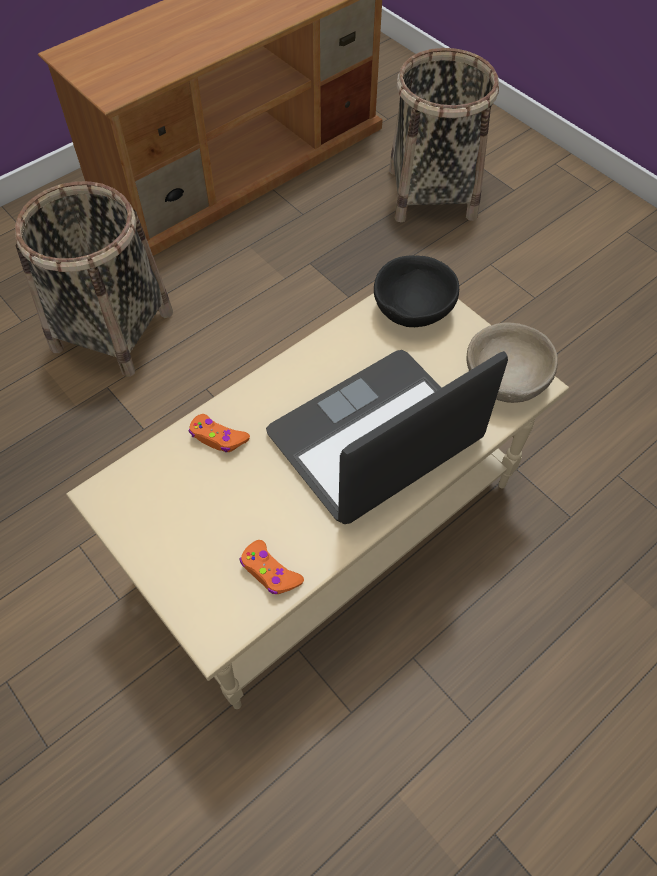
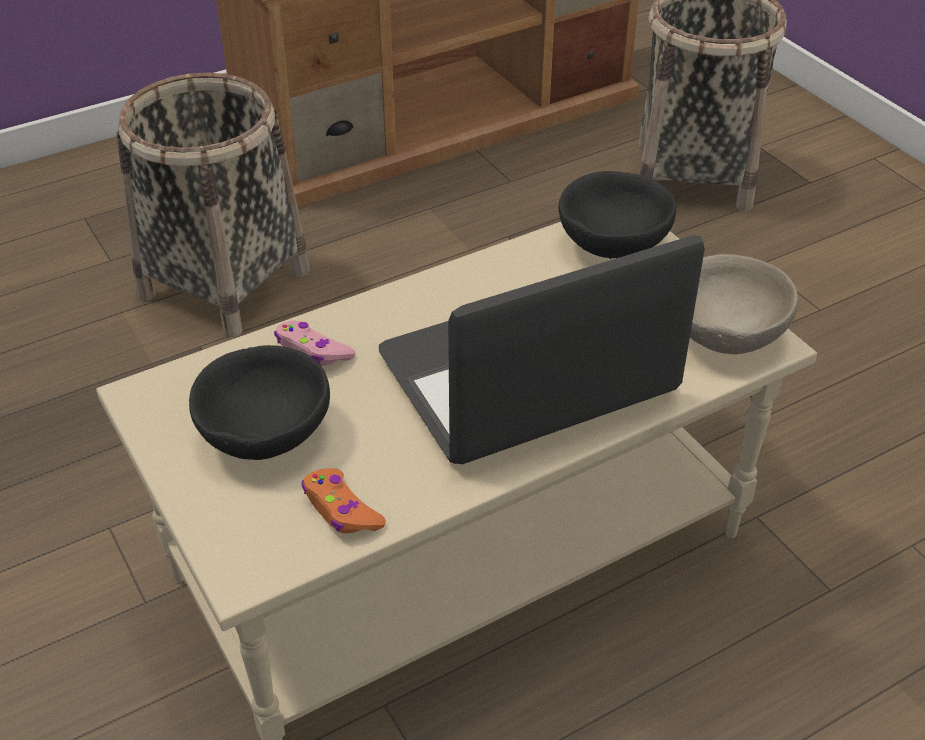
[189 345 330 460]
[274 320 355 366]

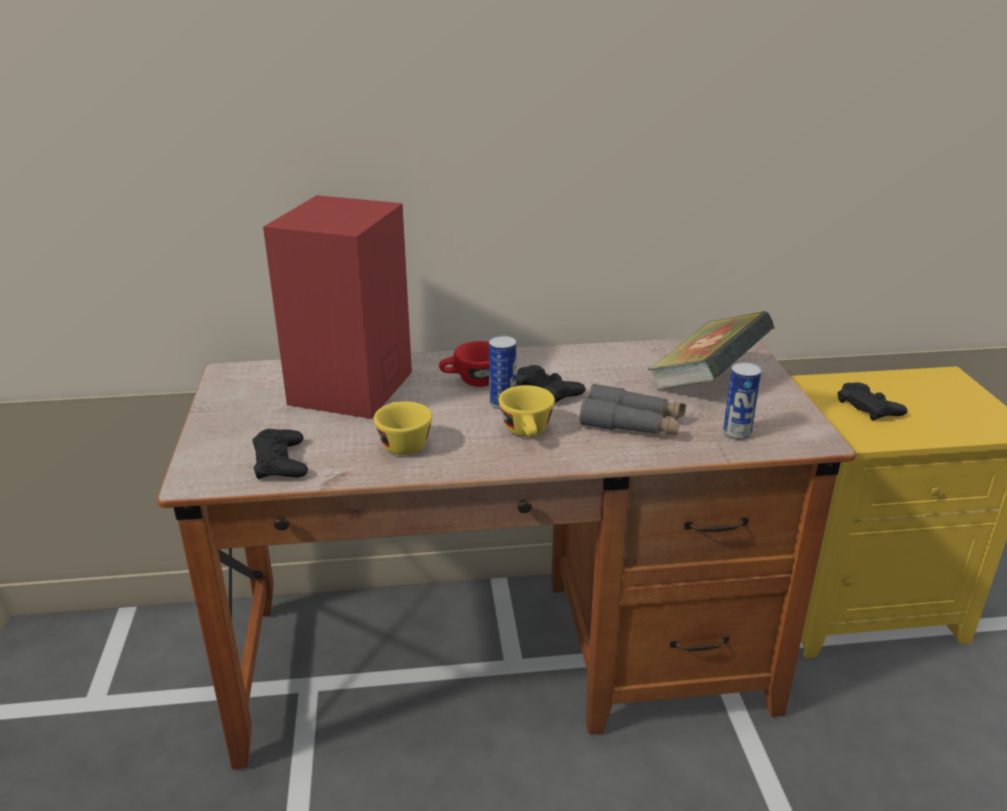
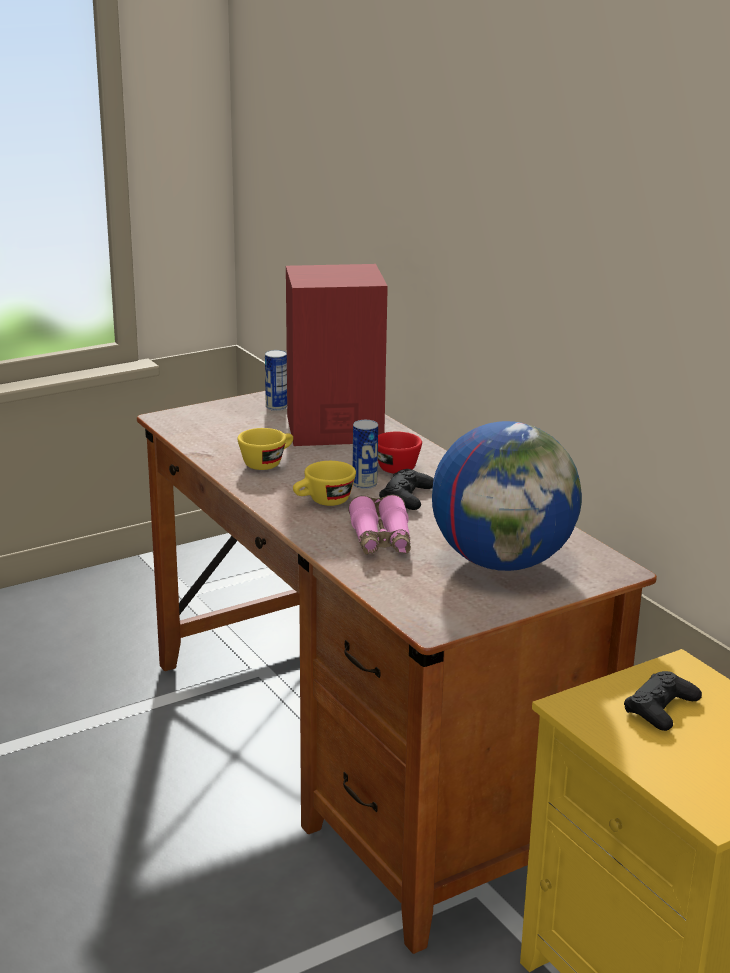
[252 429 308 480] (first image)
[265 350 287 411]
[432 421 582 571]
[348 495 411 555]

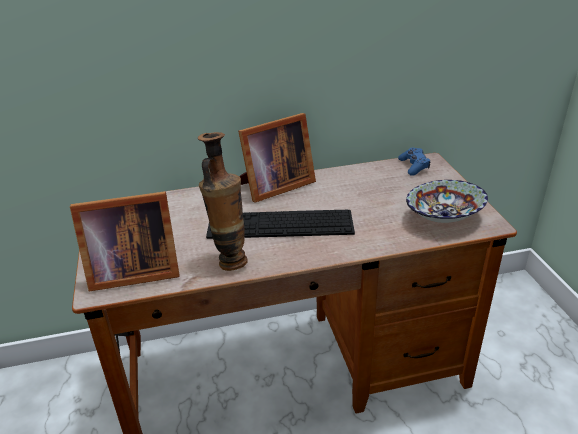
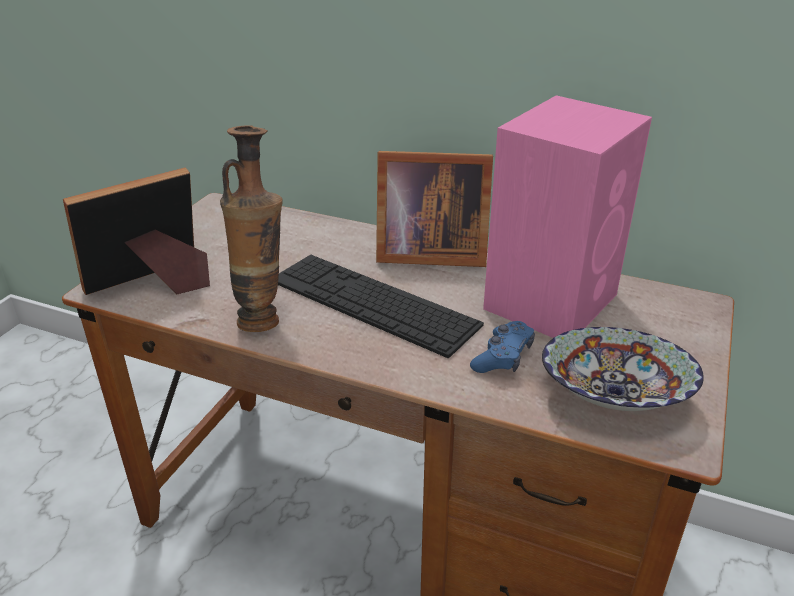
[483 95 652 338]
[470 321 535 373]
[63 168 210 295]

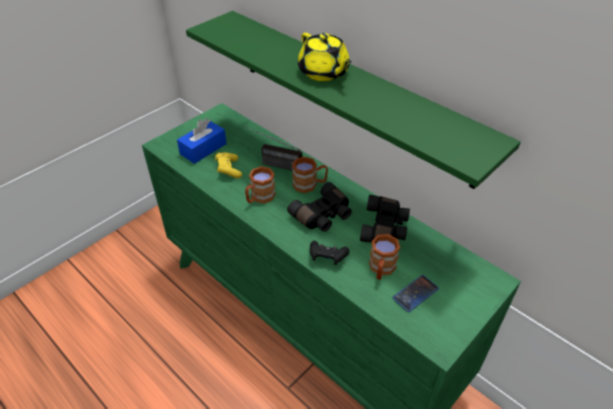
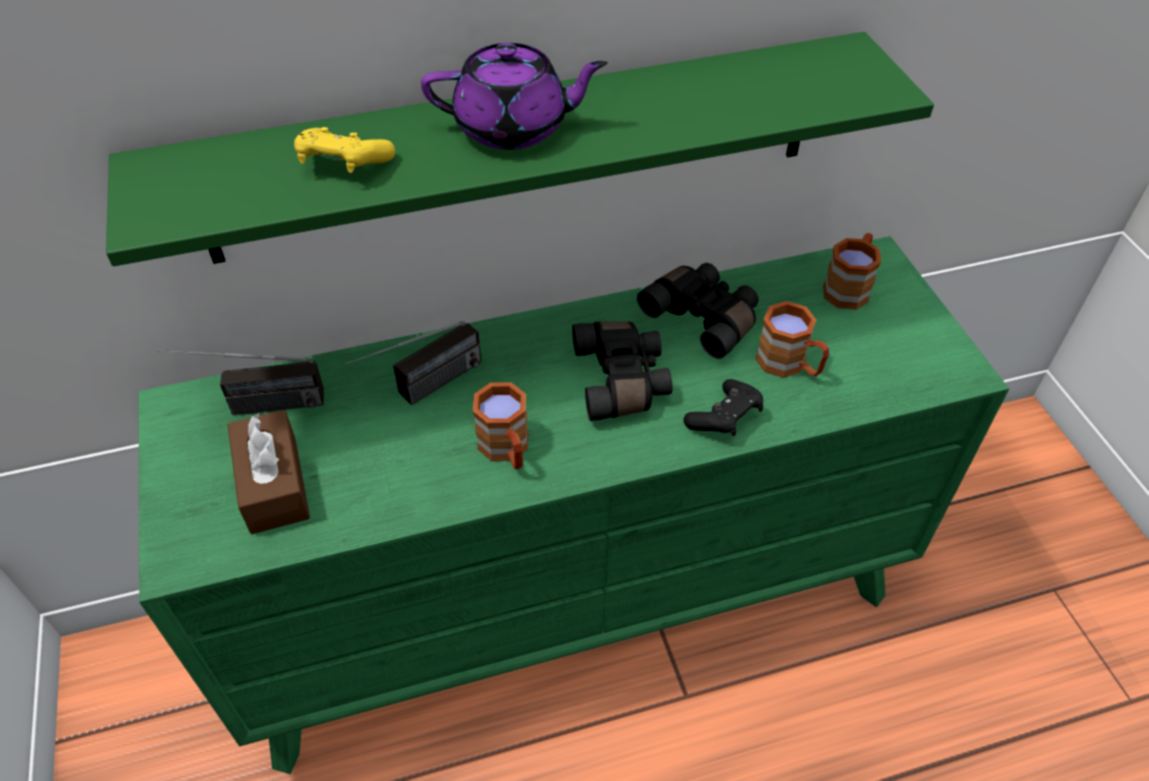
[392 275 439 312] (first image)
[158 349 324 415]
[294 127 395 173]
[823 233 881 310]
[227 410 310 534]
[421 43 608 150]

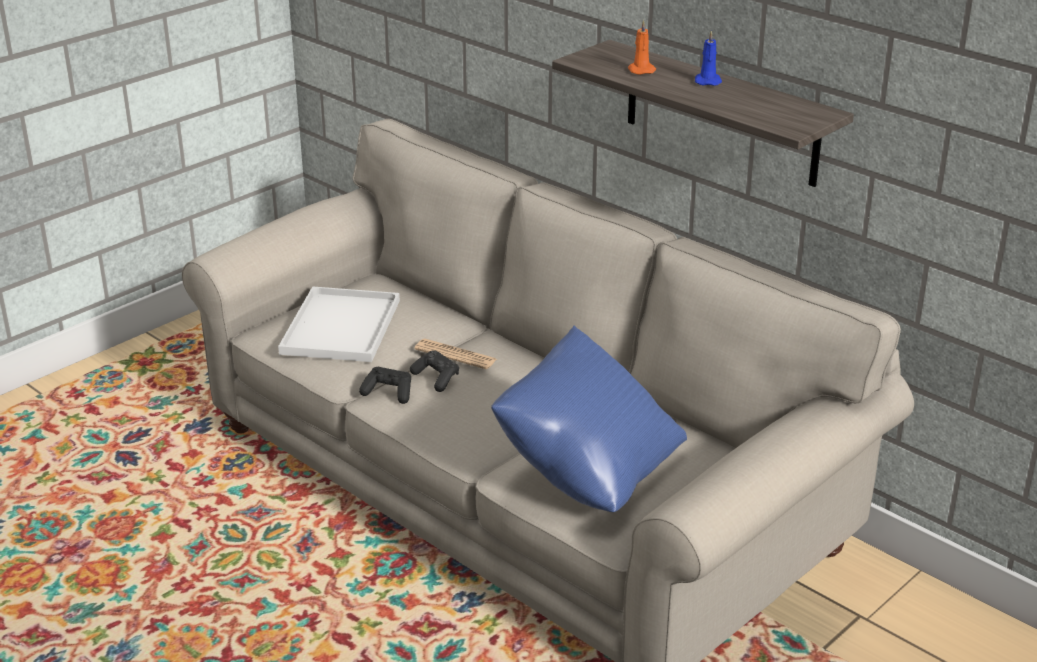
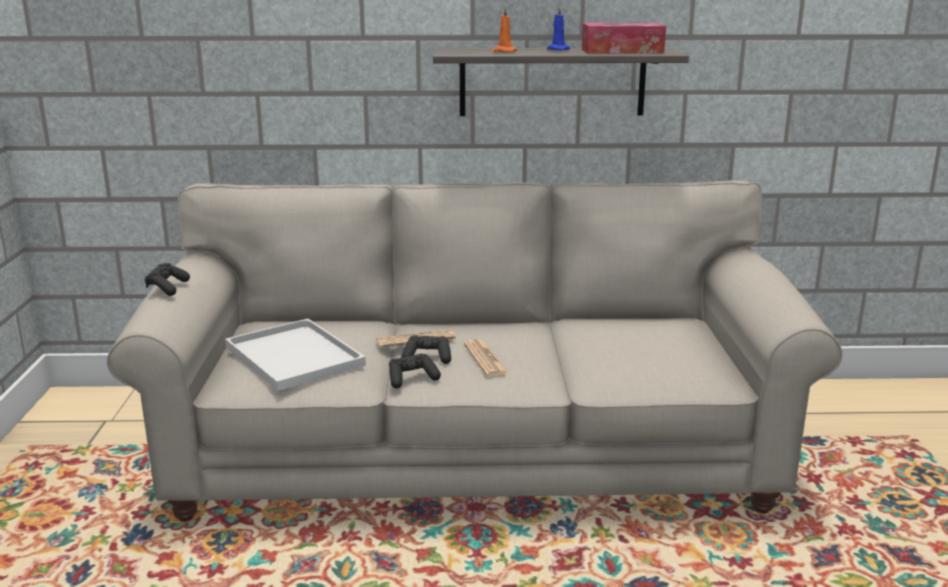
[491 325 687 512] (first image)
[145 263 190 296]
[464 339 509 377]
[582 23 666 54]

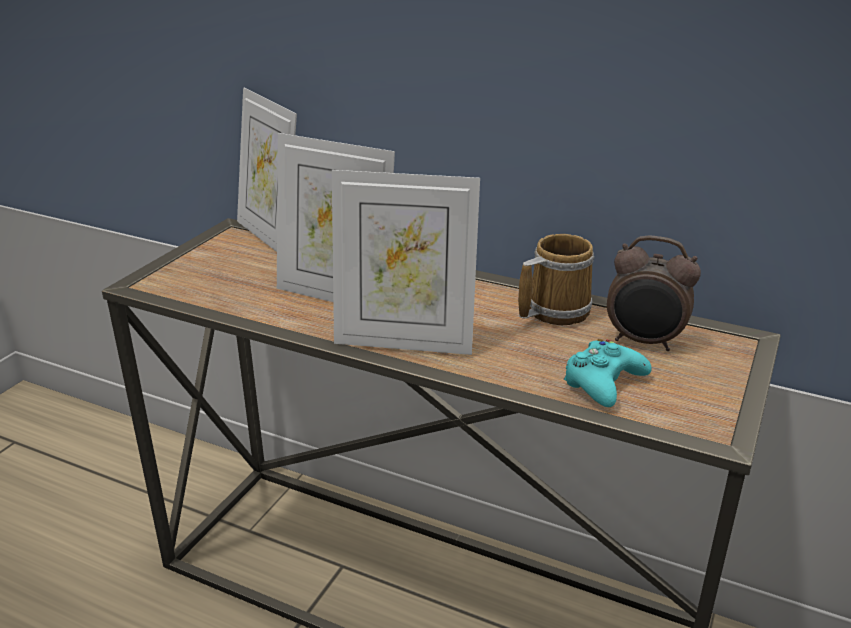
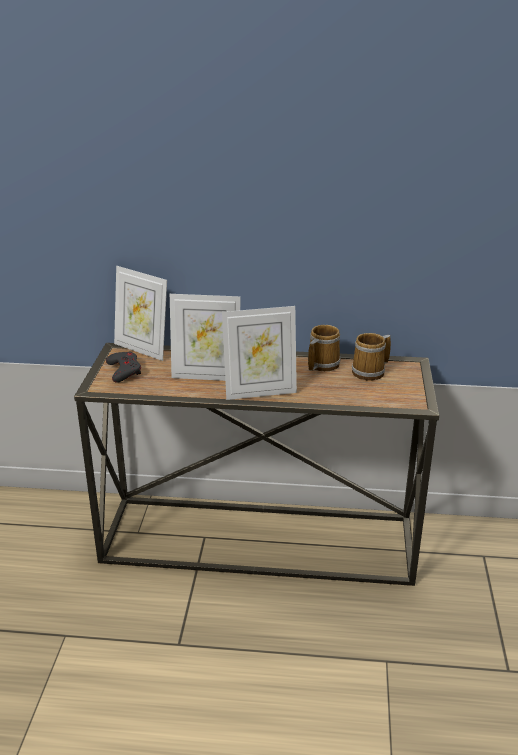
[564 339 651 407] (first image)
[106 351 141 383]
[352 333 391 381]

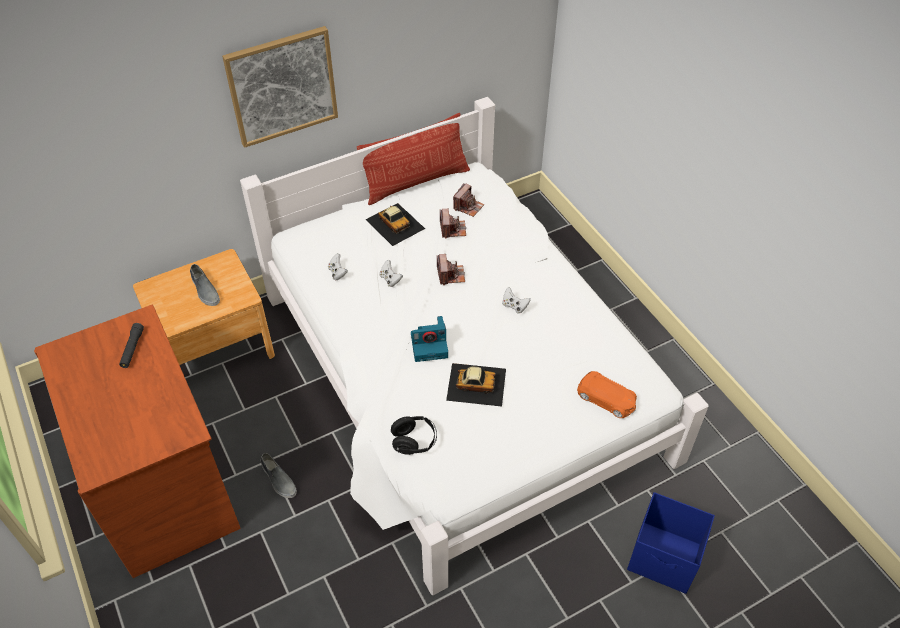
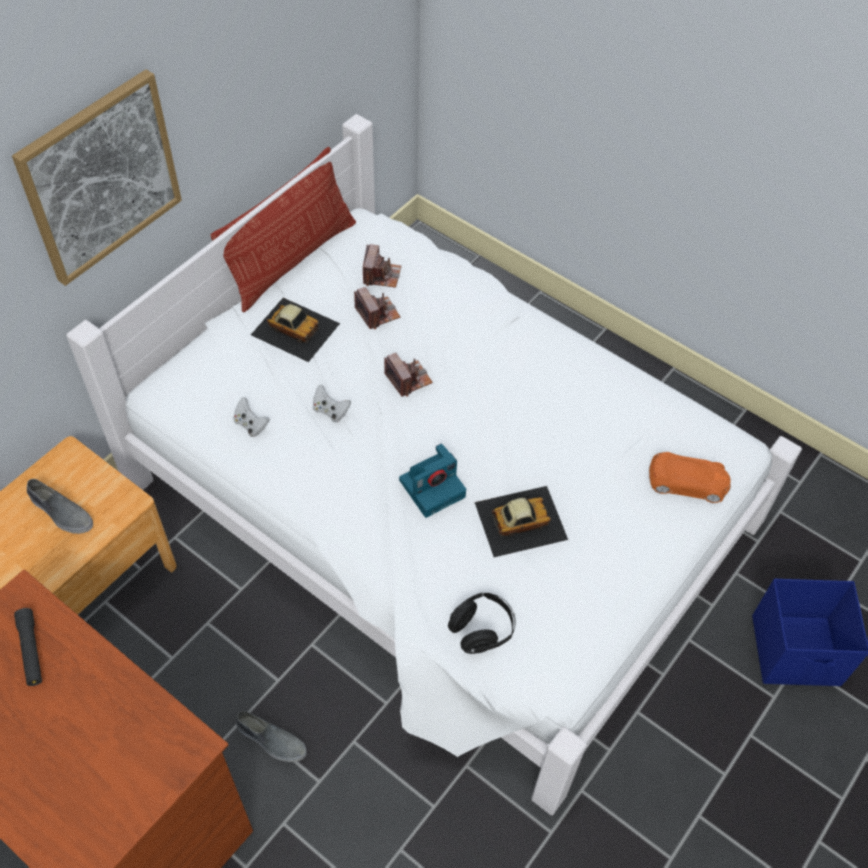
[502 287 531 314] (first image)

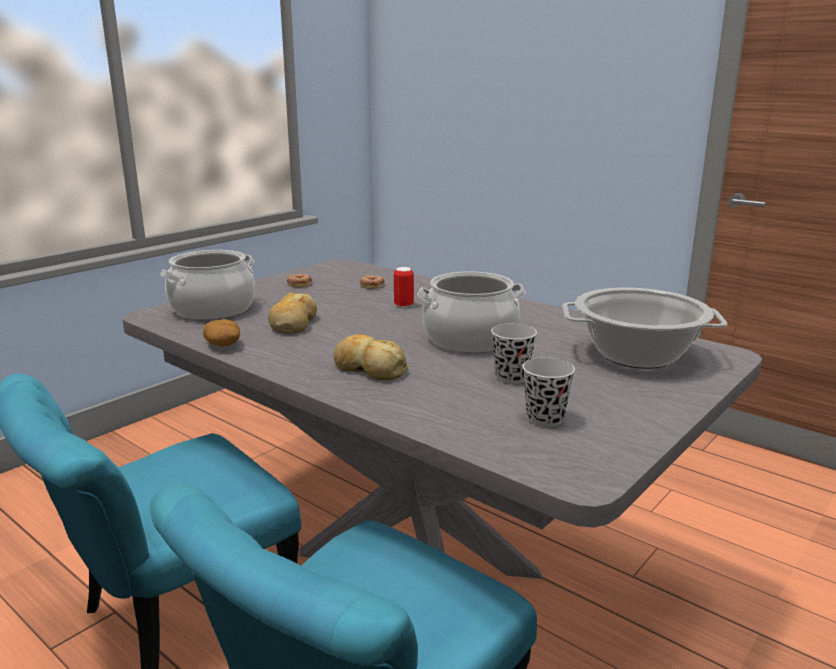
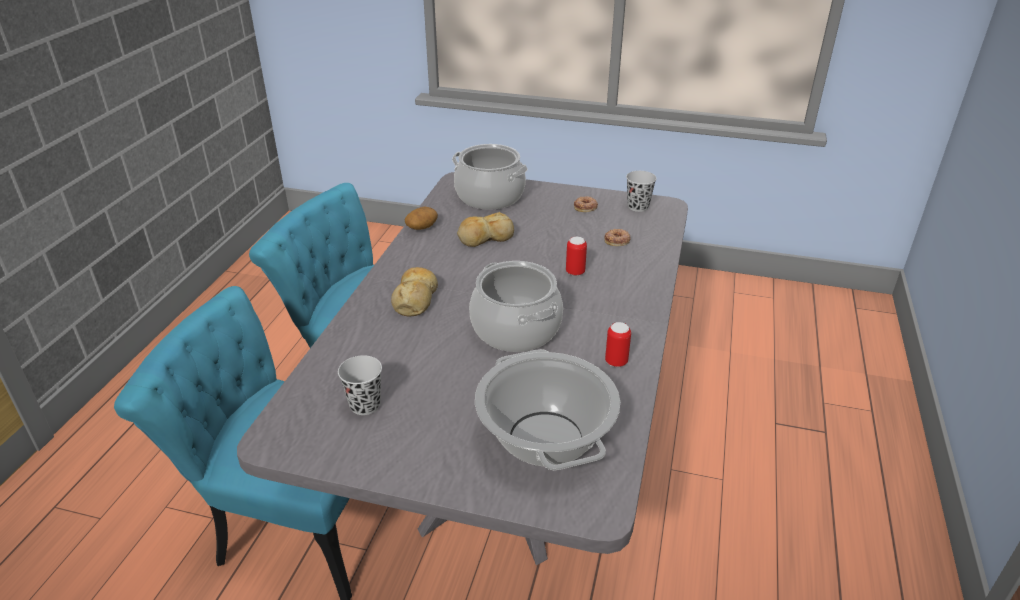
[605 322 631 367]
[626 171 657 212]

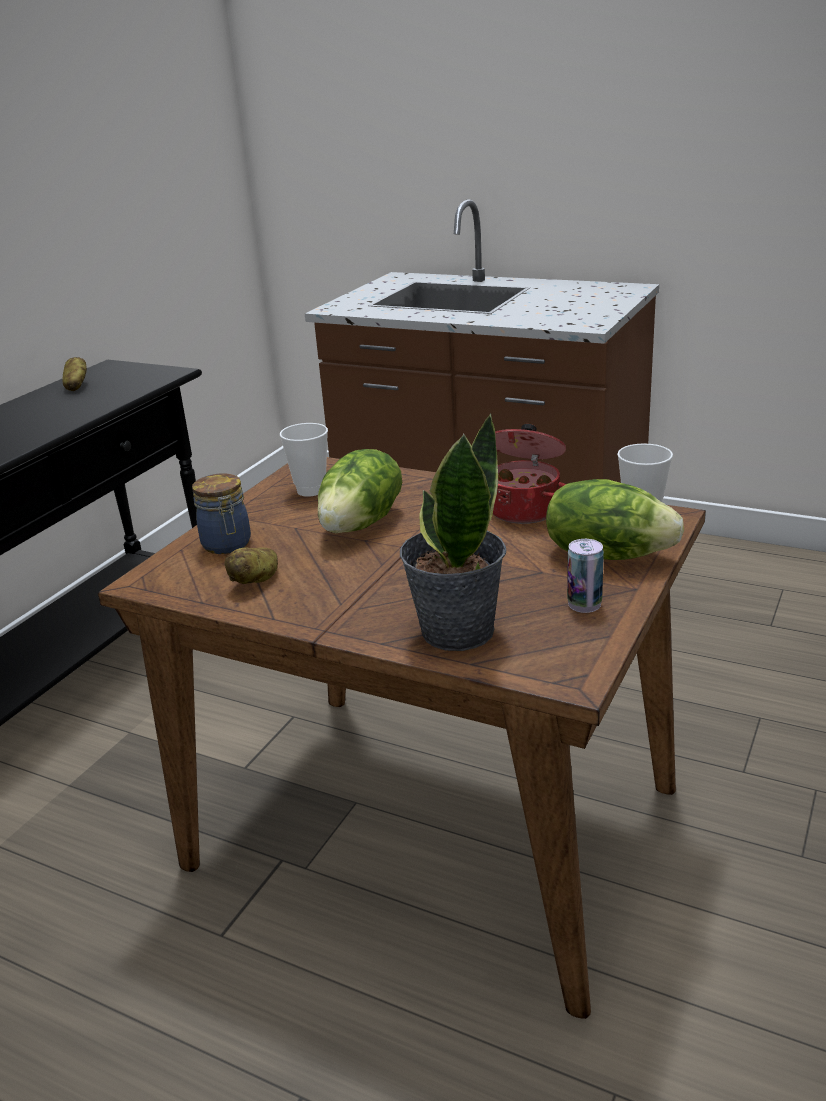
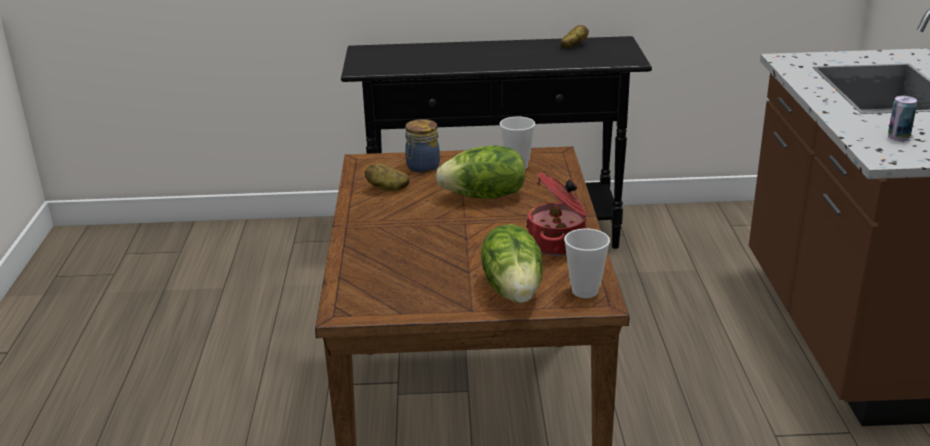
[400 414 506 651] (first image)
[888 96 917 142]

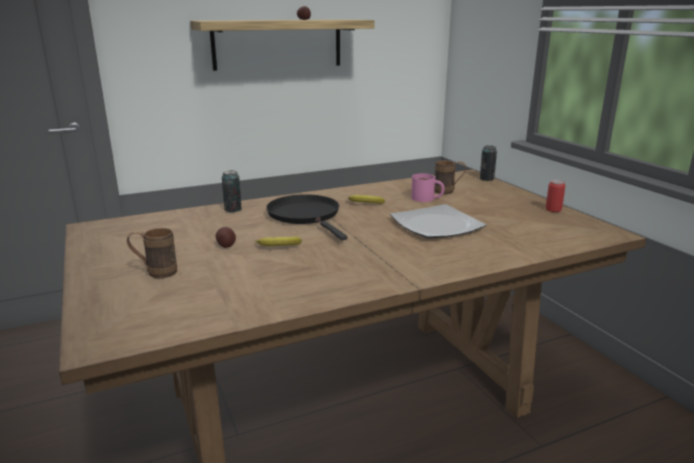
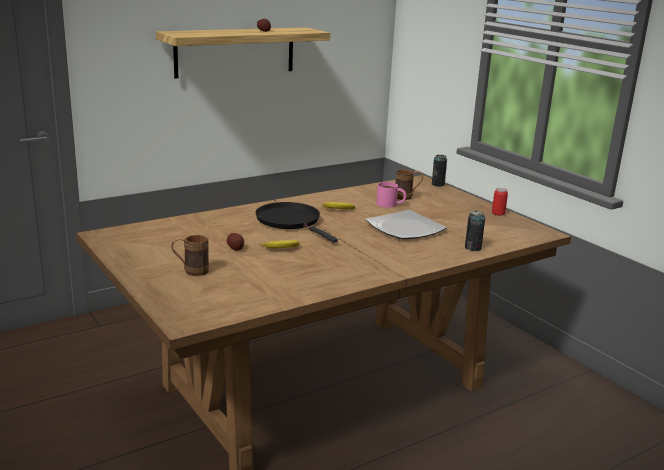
[465 211 485 251]

